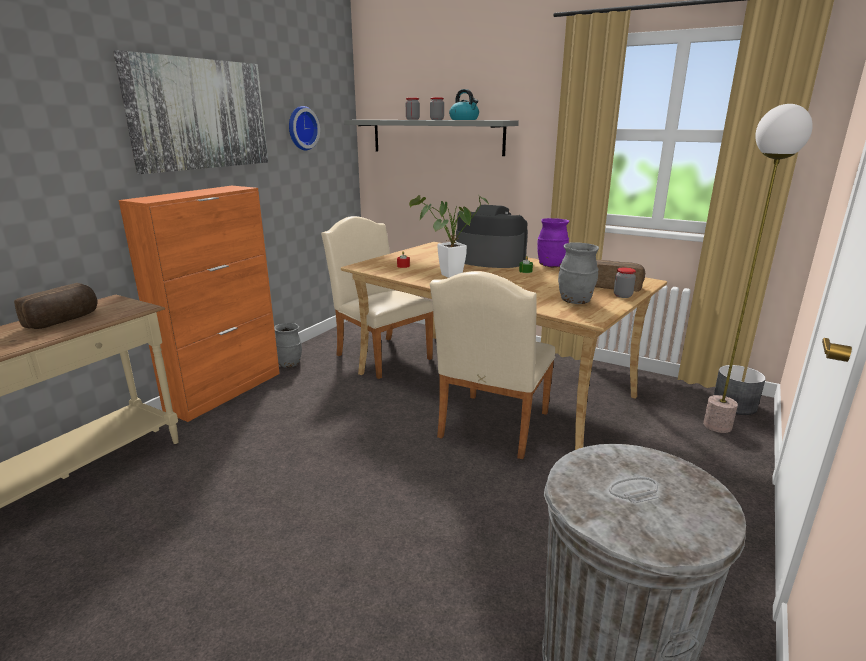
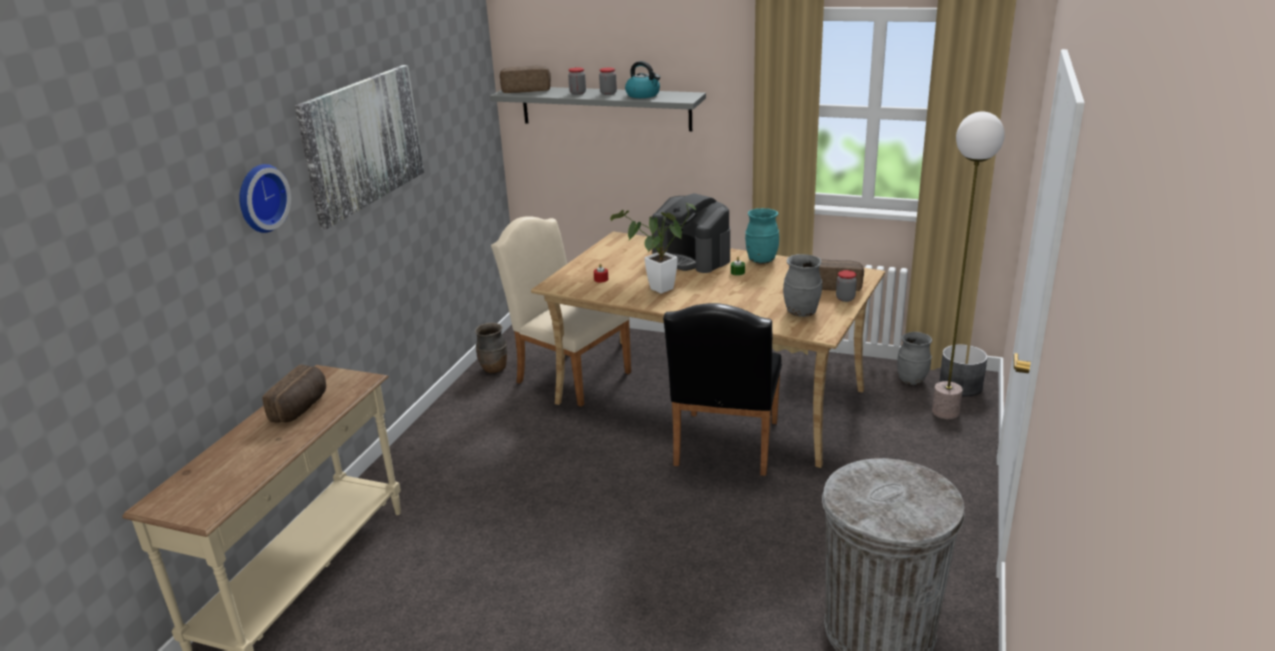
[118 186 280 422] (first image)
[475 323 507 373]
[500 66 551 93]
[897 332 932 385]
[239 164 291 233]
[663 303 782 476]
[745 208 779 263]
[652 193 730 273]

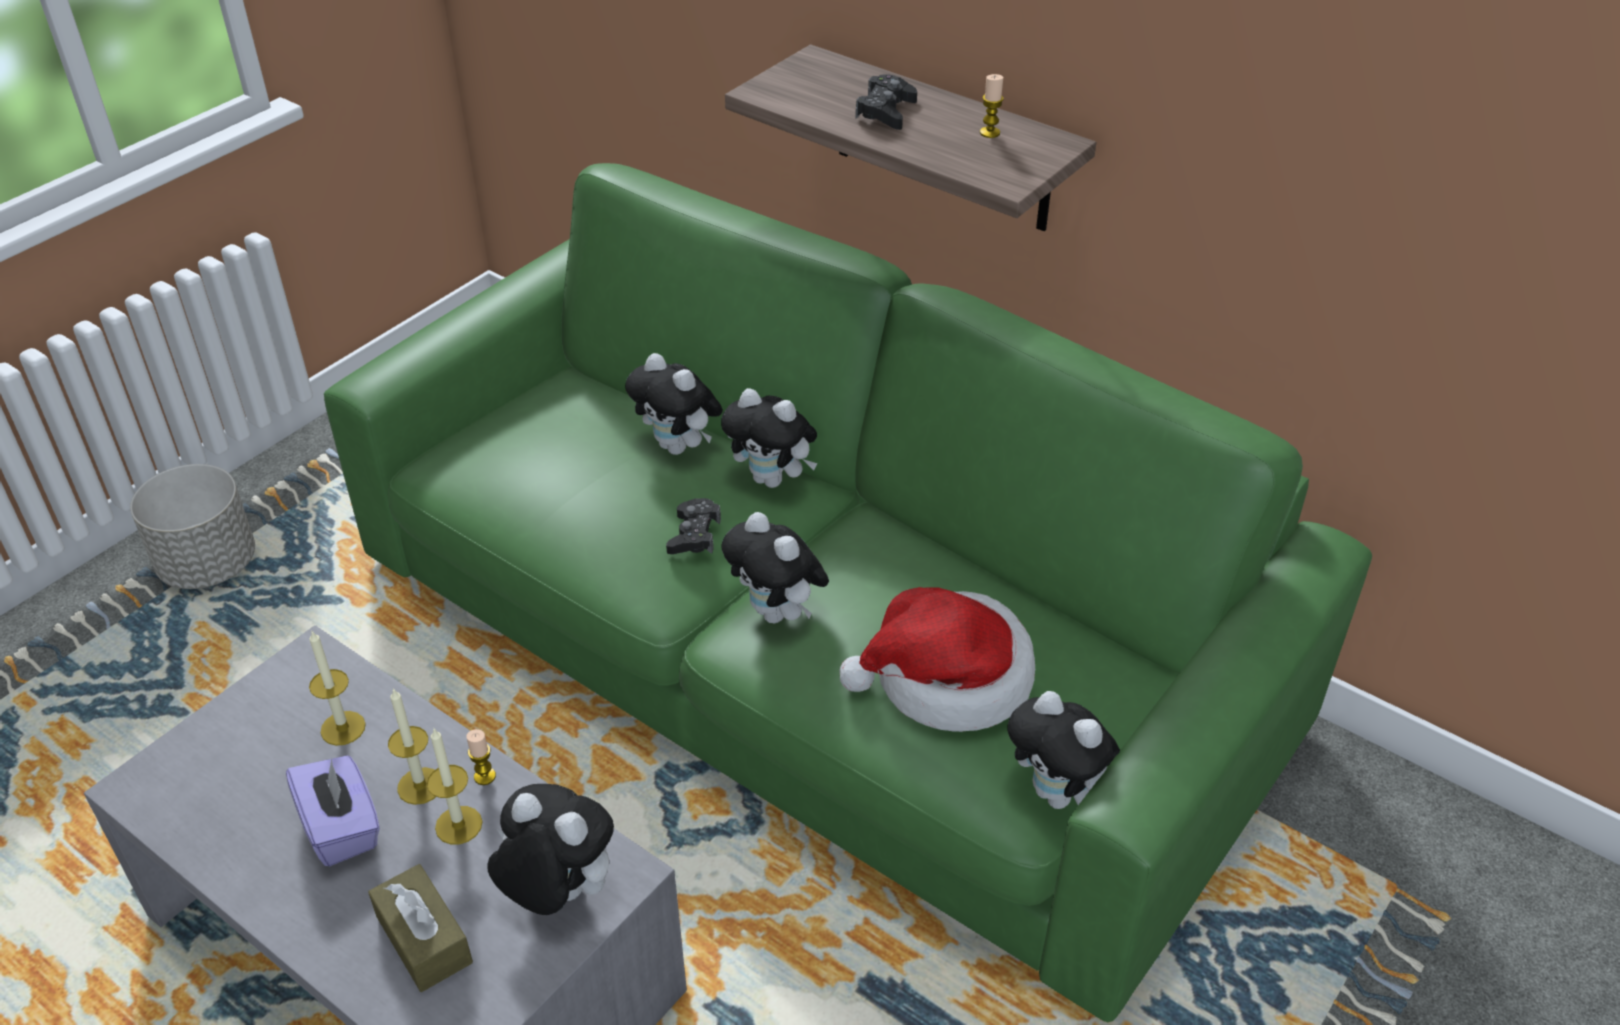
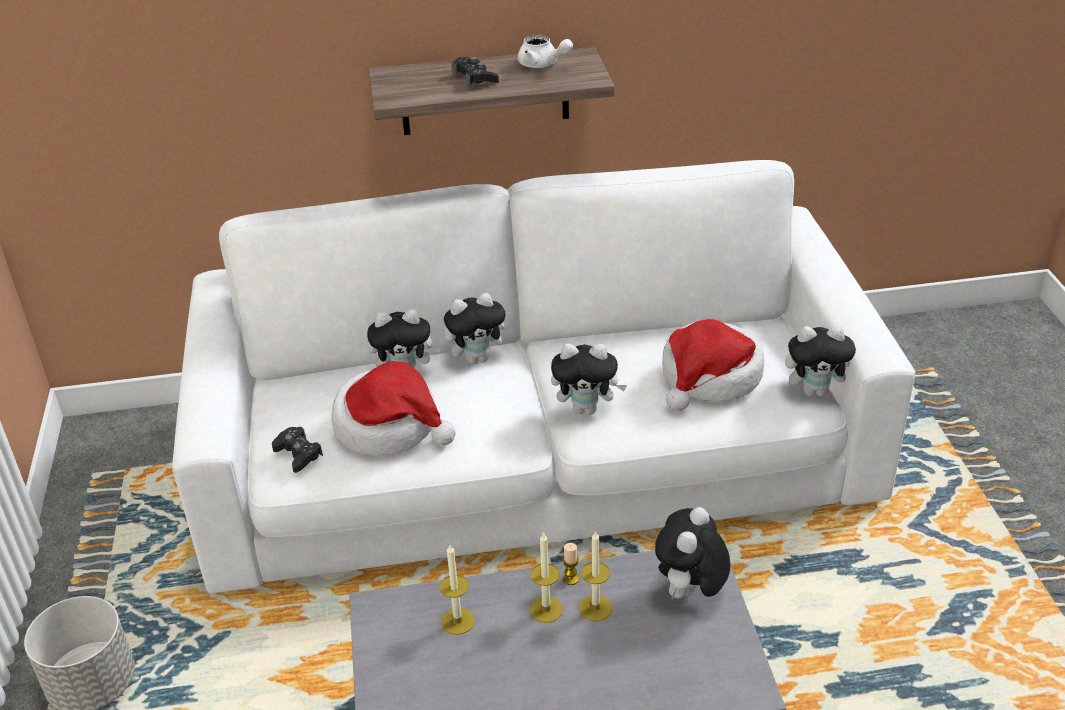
[286 755 380 866] (first image)
[368 864 473 992] (first image)
[332 361 456 456]
[272 427 323 473]
[518 35 573 68]
[172 160 915 593]
[655 507 730 602]

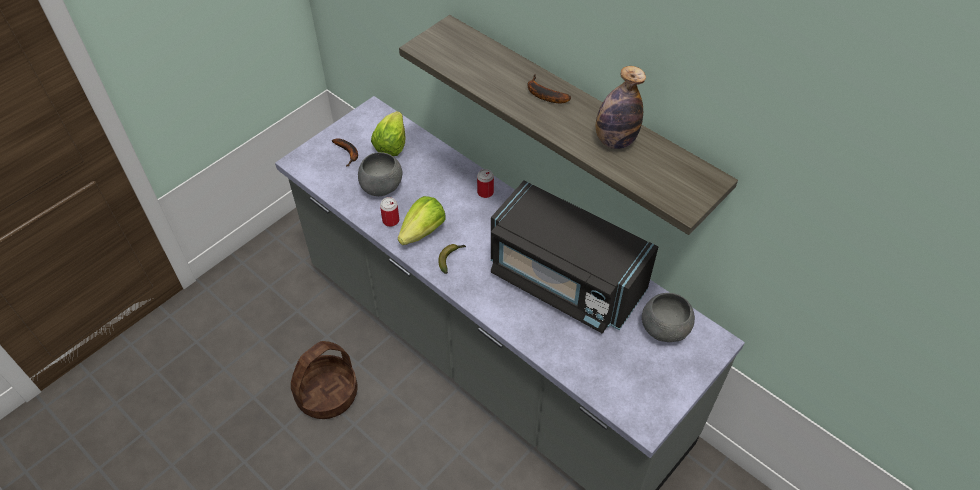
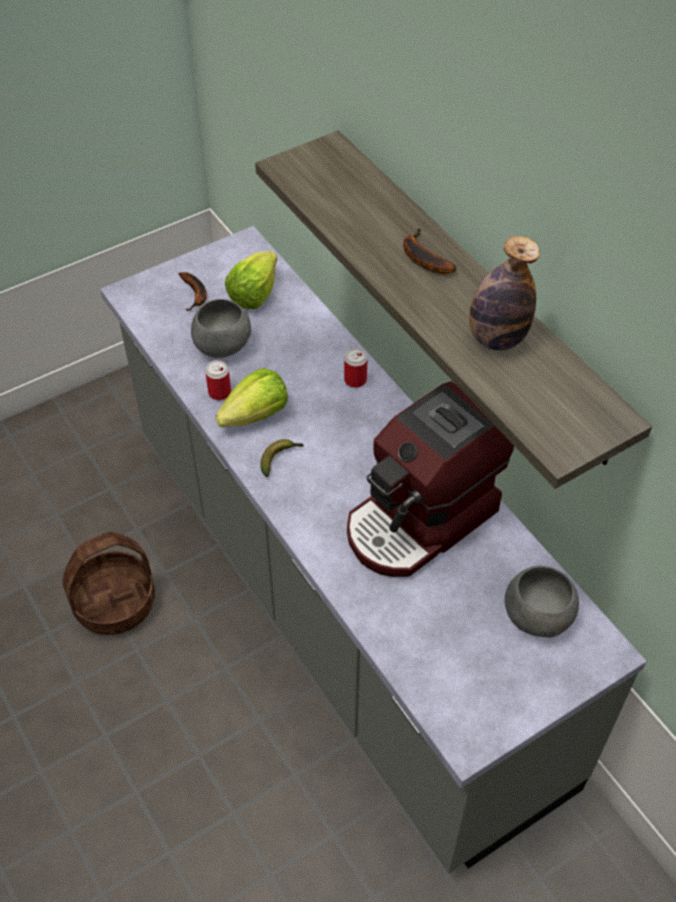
[347 381 514 577]

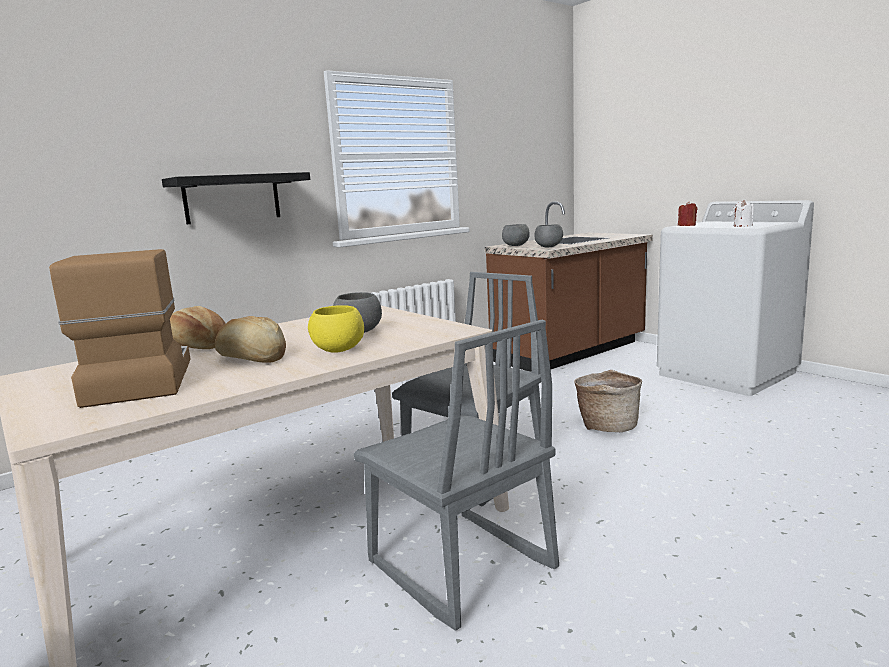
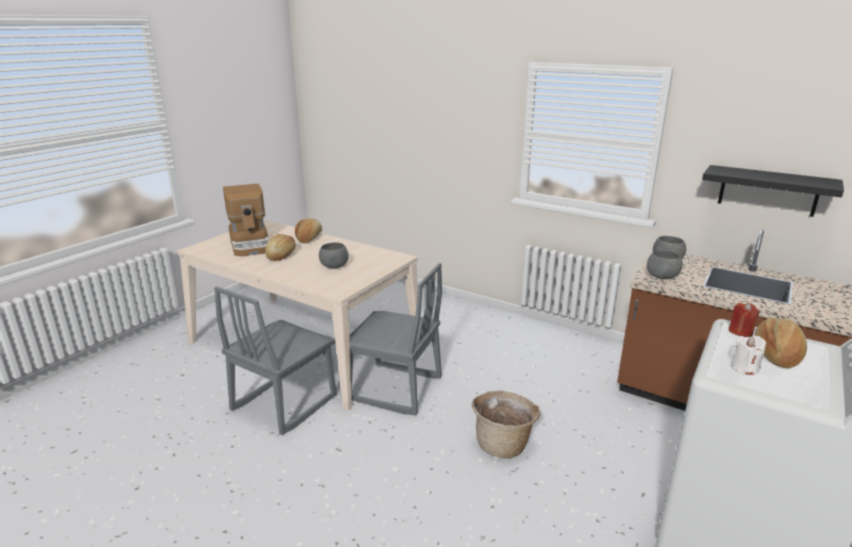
[308 305 364 353] (first image)
[755 318 807 368]
[702 165 844 217]
[223 184 269 257]

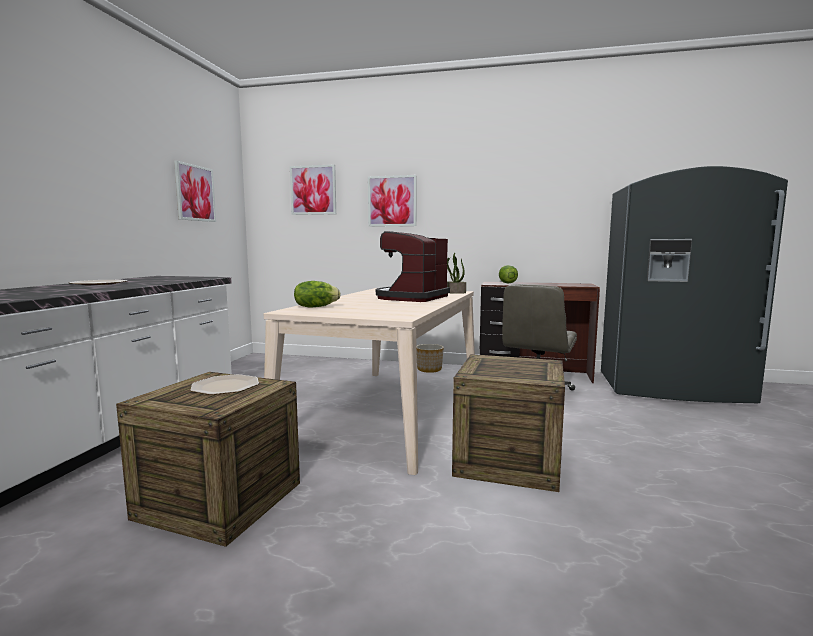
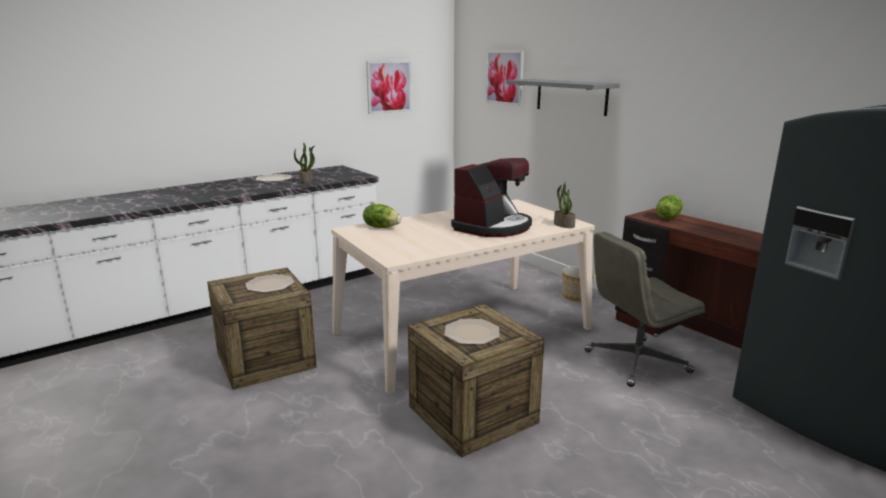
[294 143 315 183]
[444 319 500 345]
[506 79 620 116]
[451 158 532 237]

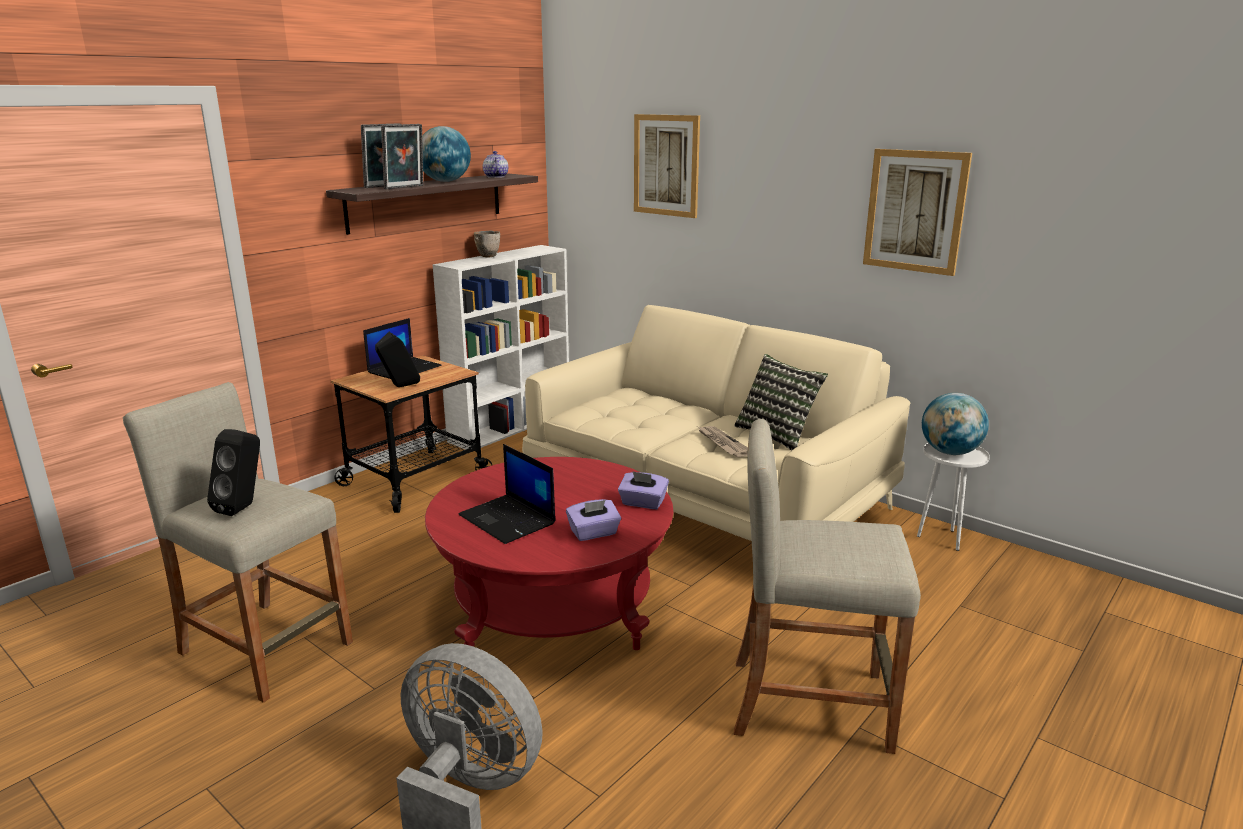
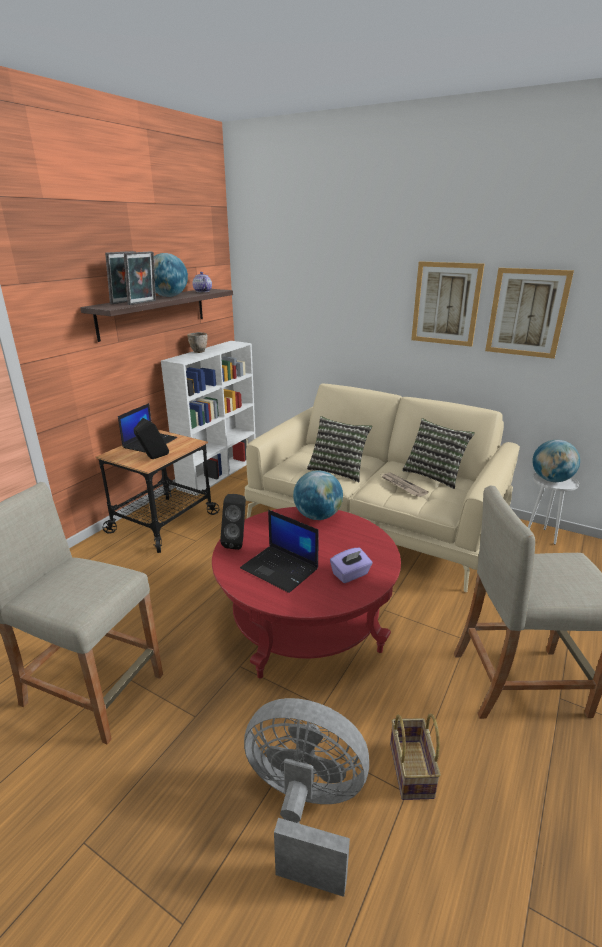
[618 471 669 509] (first image)
[293 470 343 520]
[307 416 372 482]
[390 714 441 800]
[220 494 246 550]
[411 262 484 347]

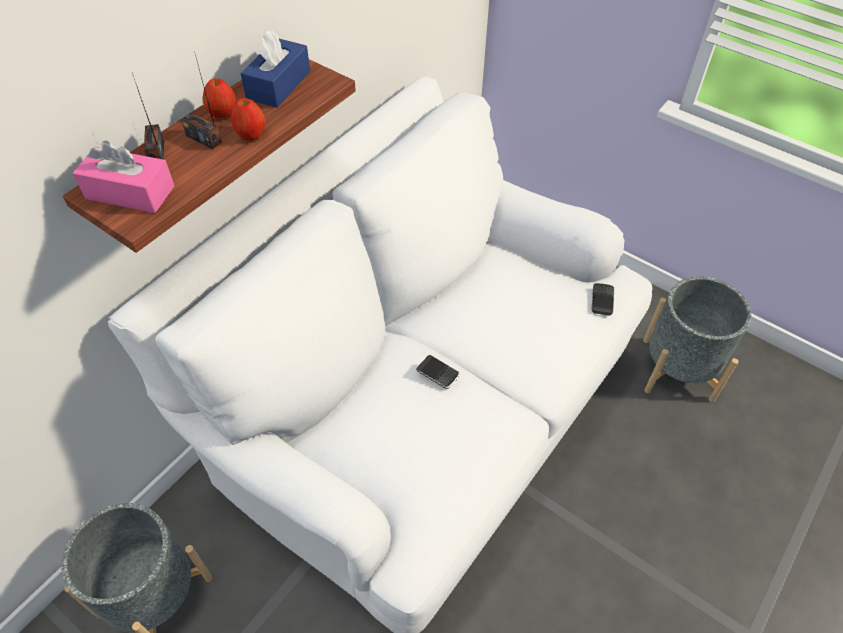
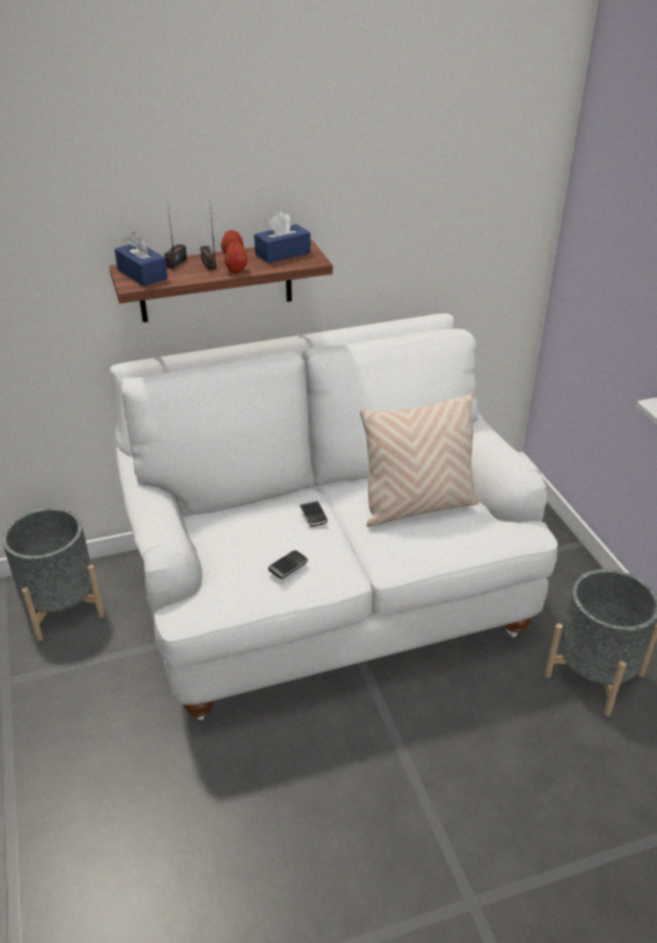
[360 393 479 527]
[268 550 308 579]
[115 232 168 286]

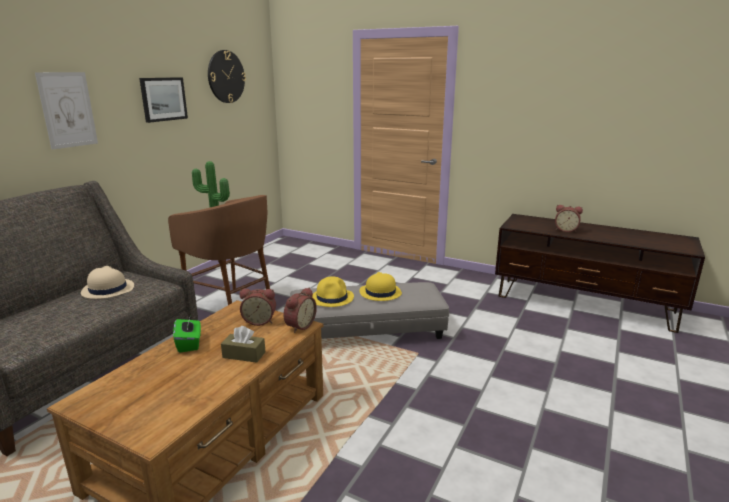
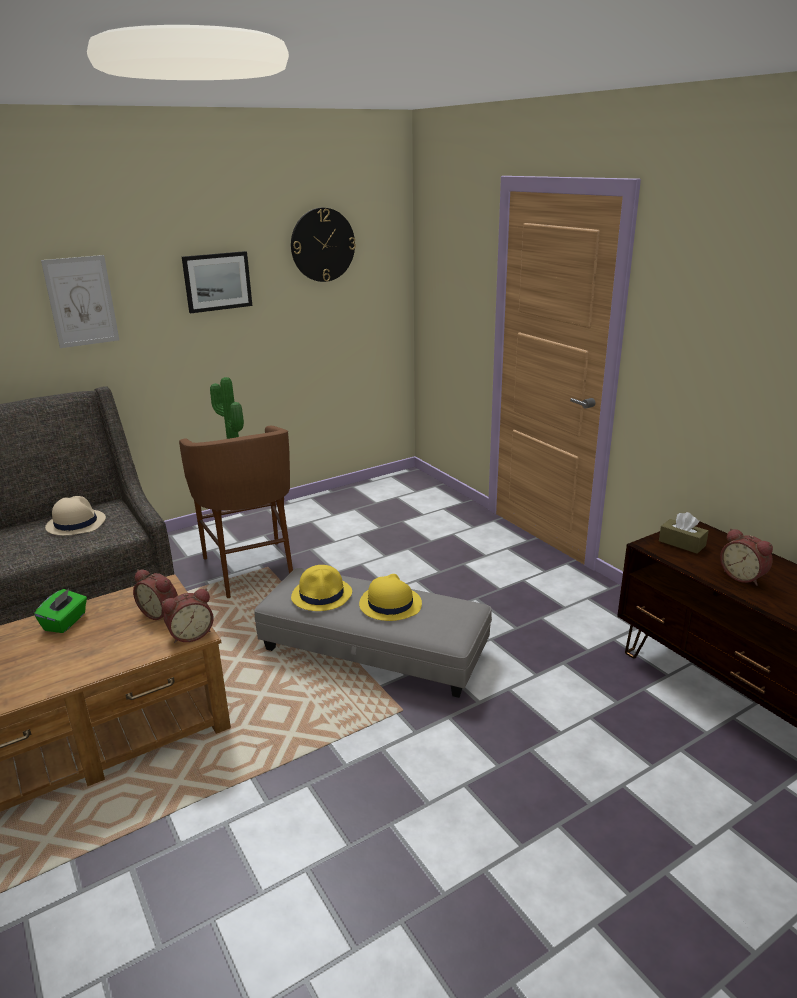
[659 512 709 554]

